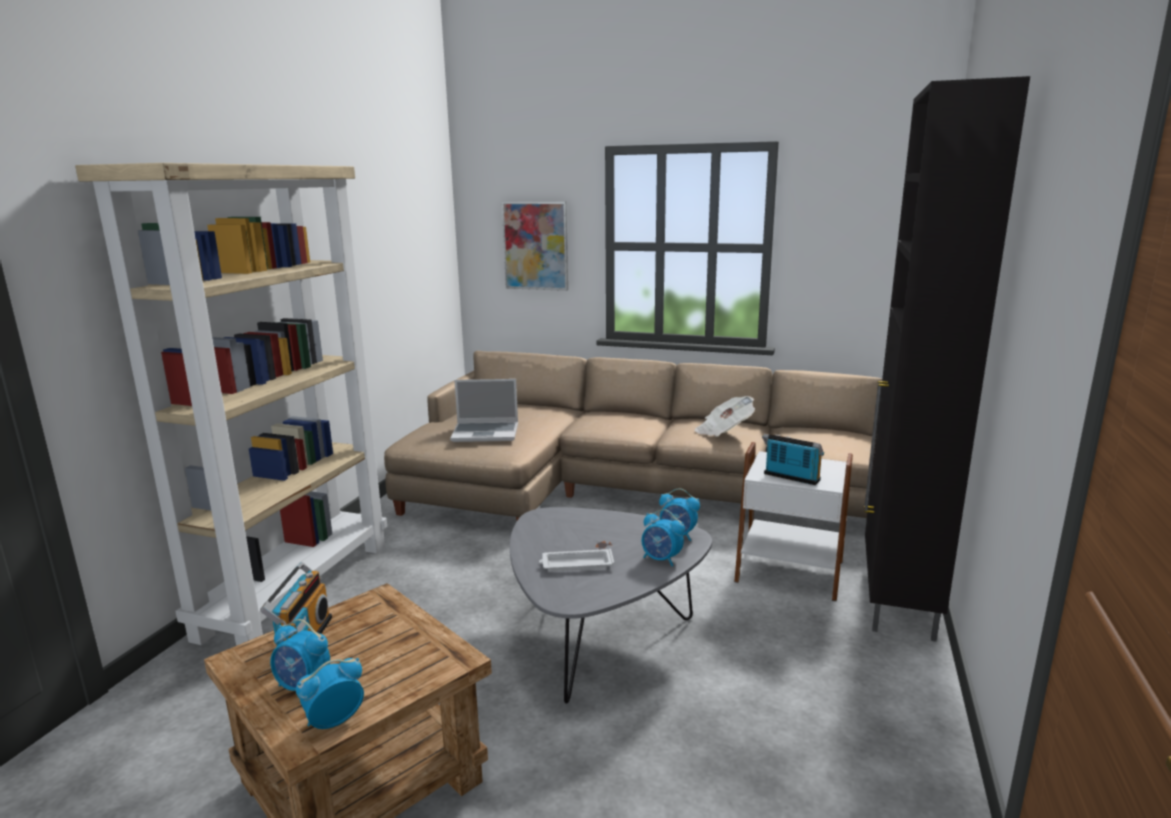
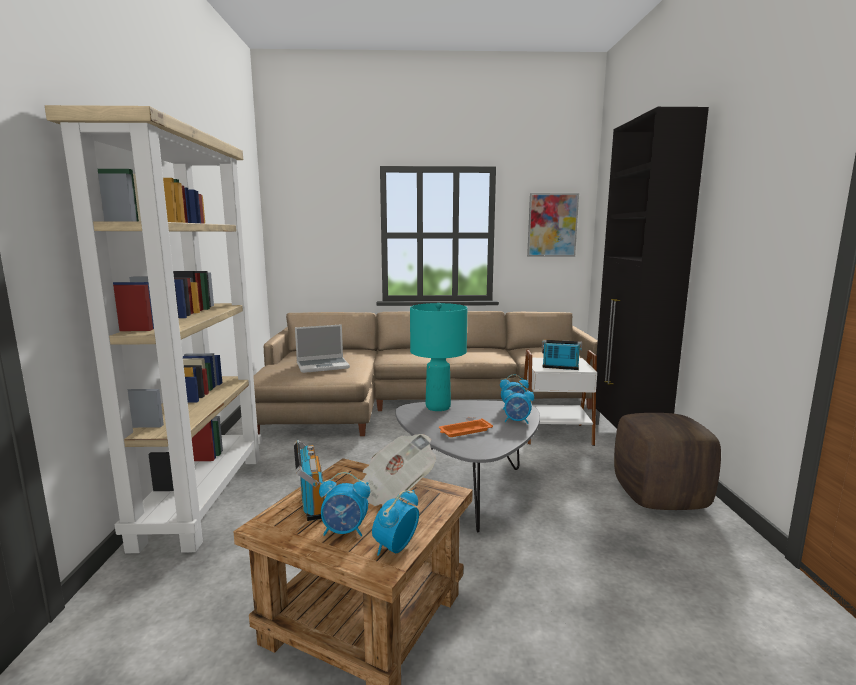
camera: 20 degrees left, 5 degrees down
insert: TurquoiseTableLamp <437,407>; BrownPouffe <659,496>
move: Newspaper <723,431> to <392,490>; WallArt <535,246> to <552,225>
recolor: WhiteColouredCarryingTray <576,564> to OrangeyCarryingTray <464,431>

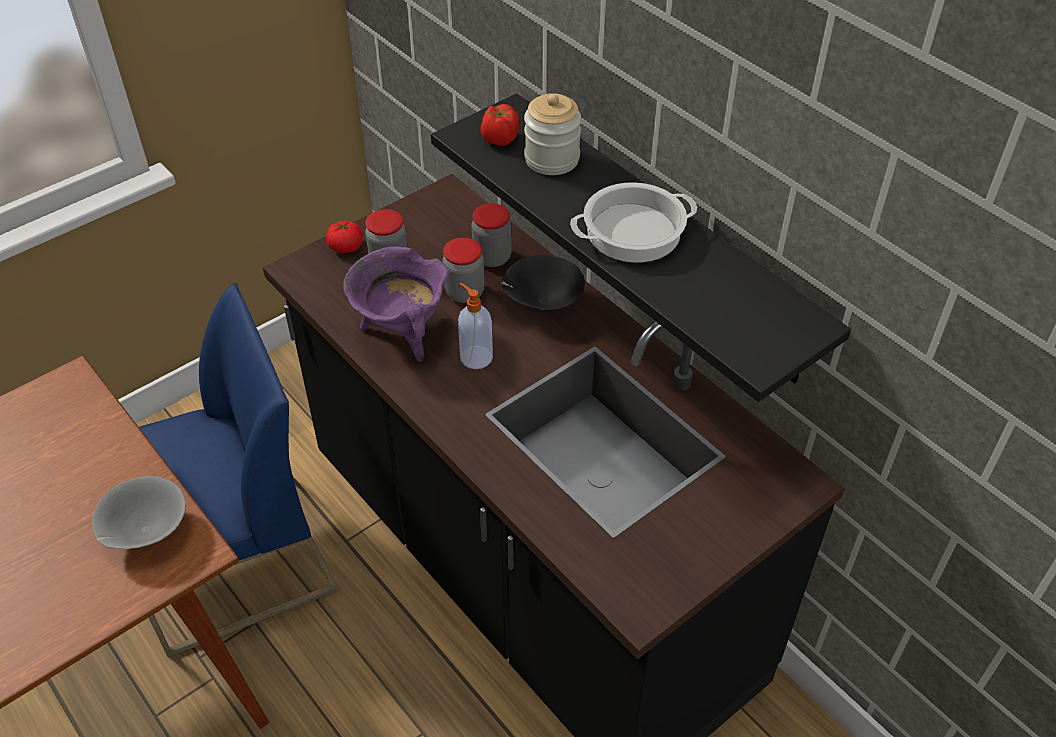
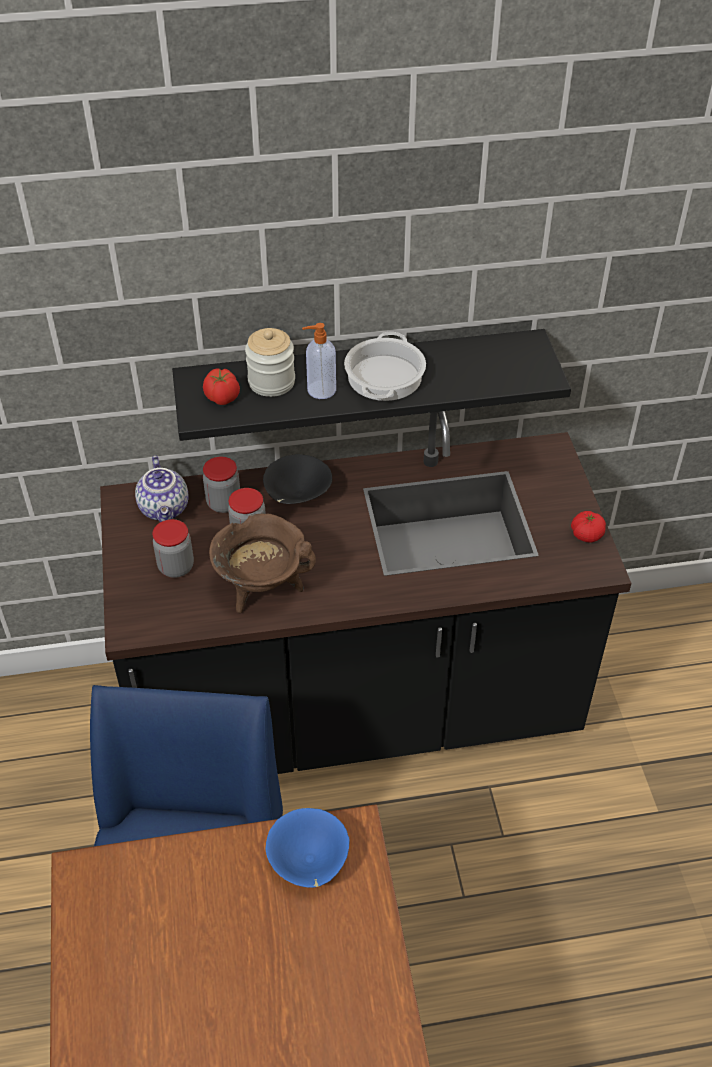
camera: 60 degrees left, 0 degrees up
insert: PotForTea <165,509>
move: LiquidSoapBottle <475,357> to <320,390>; FreshTomato <346,247> to <586,535>
recolor: PurpleStockpot <402,333> to BrownStockpot <262,589>; GreyDeepDish <145,532> to BlueColouredDeepDish <308,862>

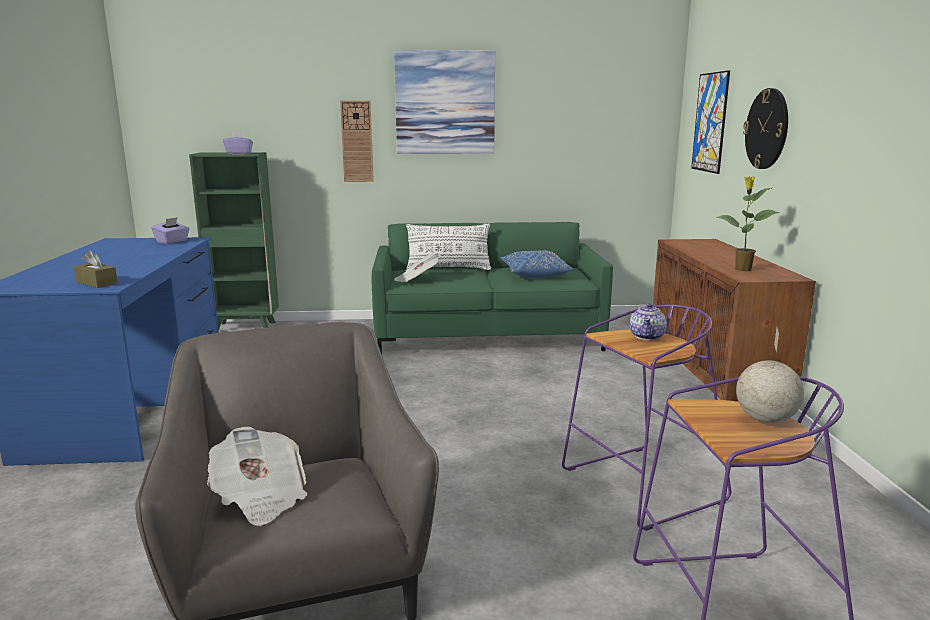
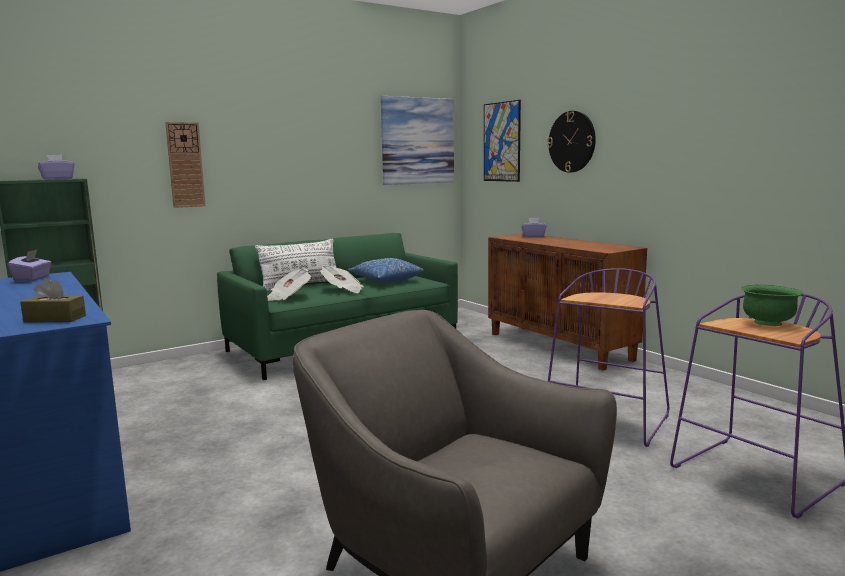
camera: 30 degrees left, 5 degrees down
delete: PotForTea <647,336>; Houseplant <742,269>
insert: PurpleBoxOfTissues <533,236>
move: Newspaper <260,497> to <343,290>; WallArt <445,103> to <417,141>
replace: WorldGlobe <764,420> to GreenishDeepDish <768,323>

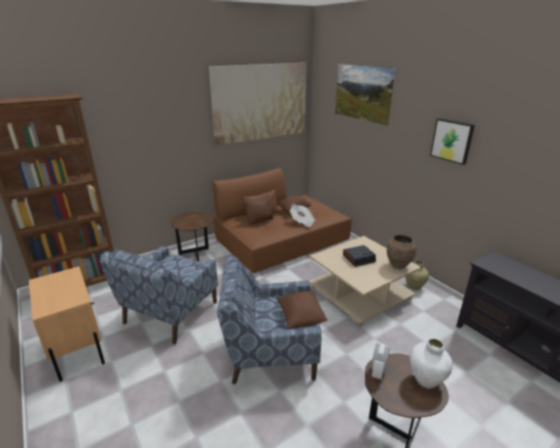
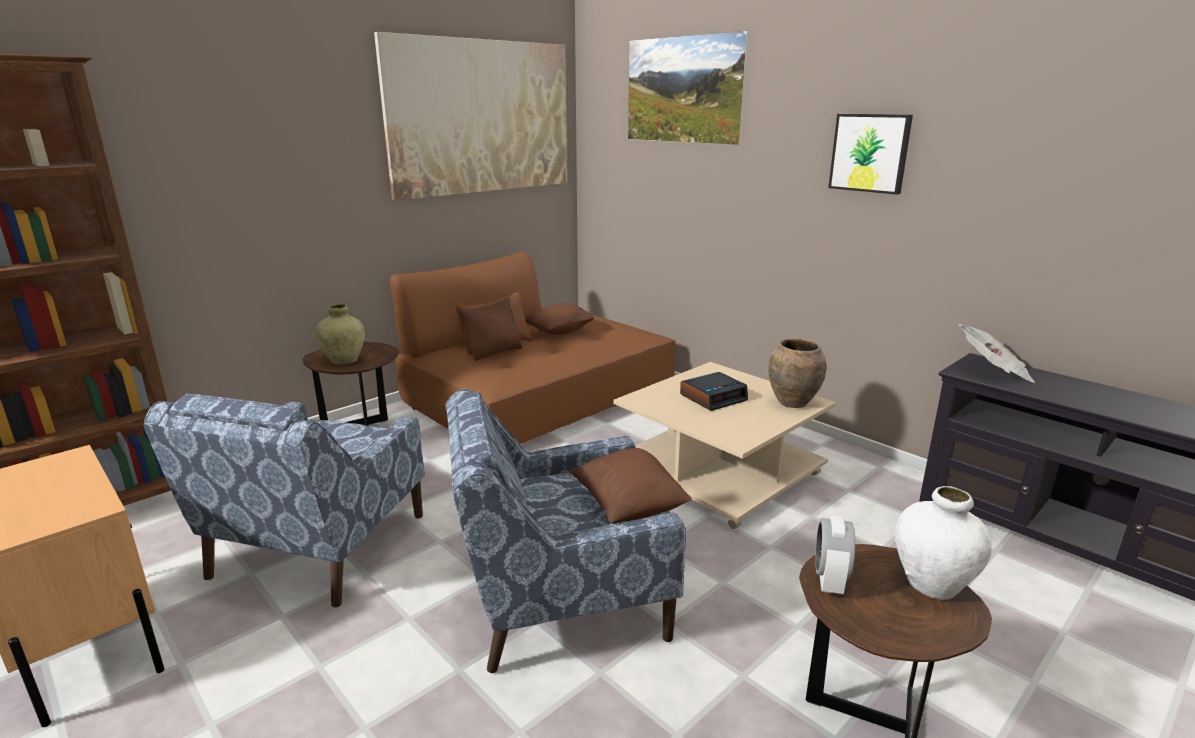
camera: 10 degrees left, 5 degrees down
move: BeigeFlowerVase <414,286> to <344,361>; Newspaper <302,222> to <993,372>

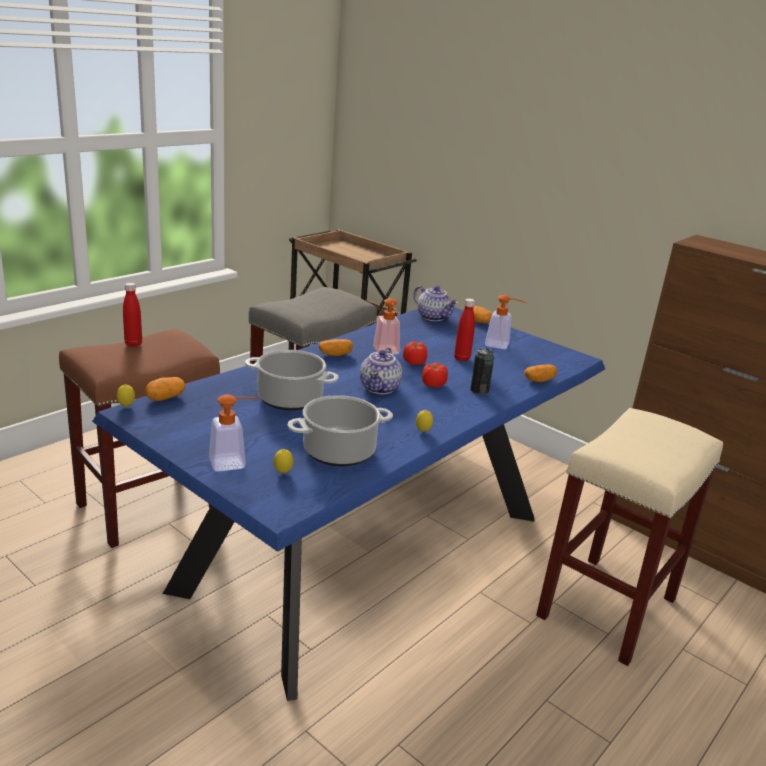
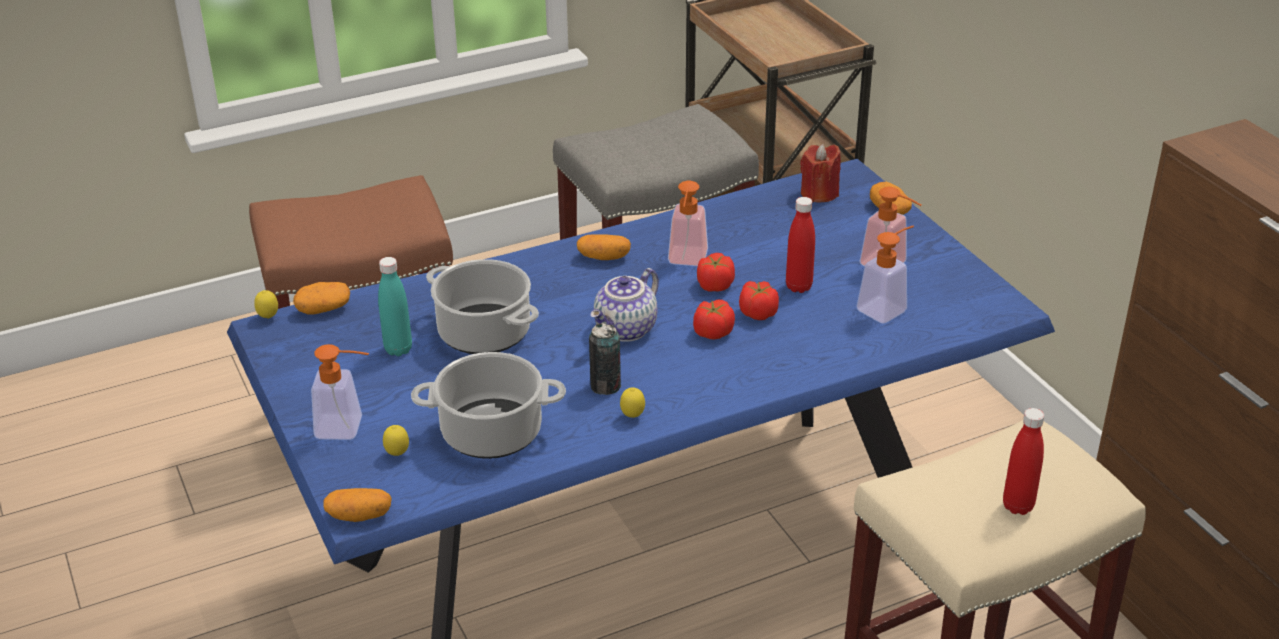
camera: 25 degrees right, 10 degrees up
insert: TurquoiseDrinkBottle <398,349>; FreshTomato <758,313>; LiquidSoapBottle <887,307>
move: WholePotato <539,380> to <359,516>; Can <479,390> to <605,386>; ReddishDrinkBottle <133,344> to <1018,506>
replace: PotForTea <434,317> to ReddishWaxLight <819,193>

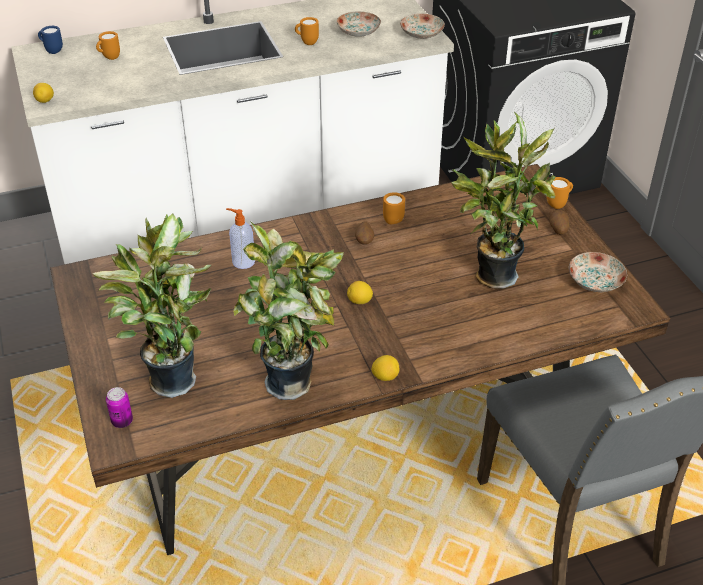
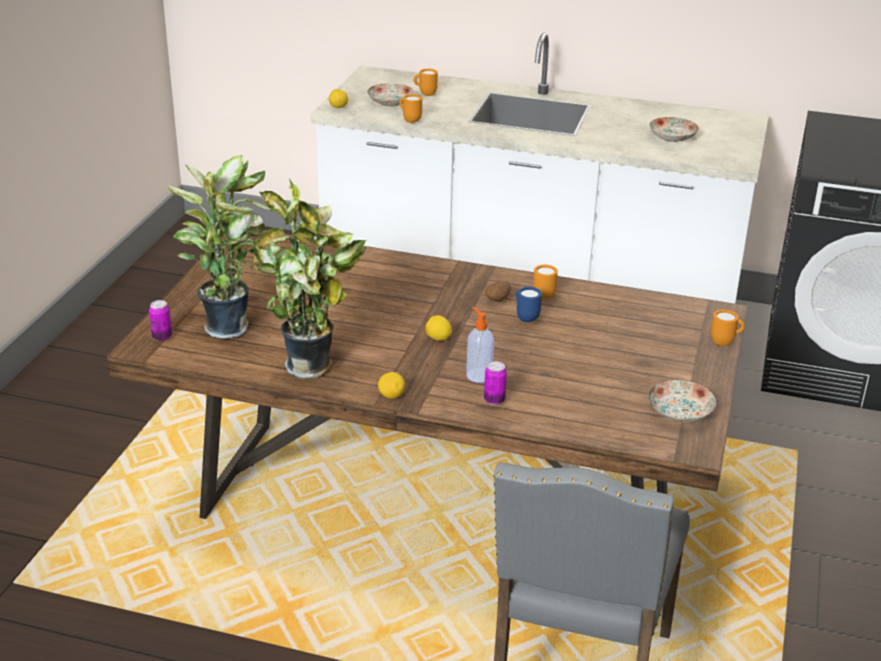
camera: 35 degrees right, 10 degrees down
delete: Houseplant <491,275>; WholePotato <558,230>
insert: Can <494,400>
move: DinnerPlate <421,34> to <390,102>; OrangeyMug <307,42> to <409,120>; LiquidSoapBottle <242,261> to <478,375>; BlueColouredMug <52,51> to <525,317>

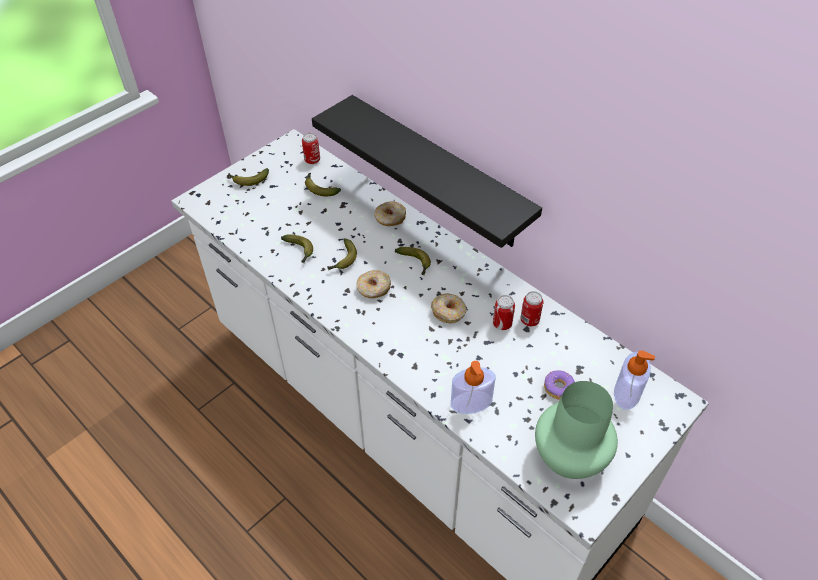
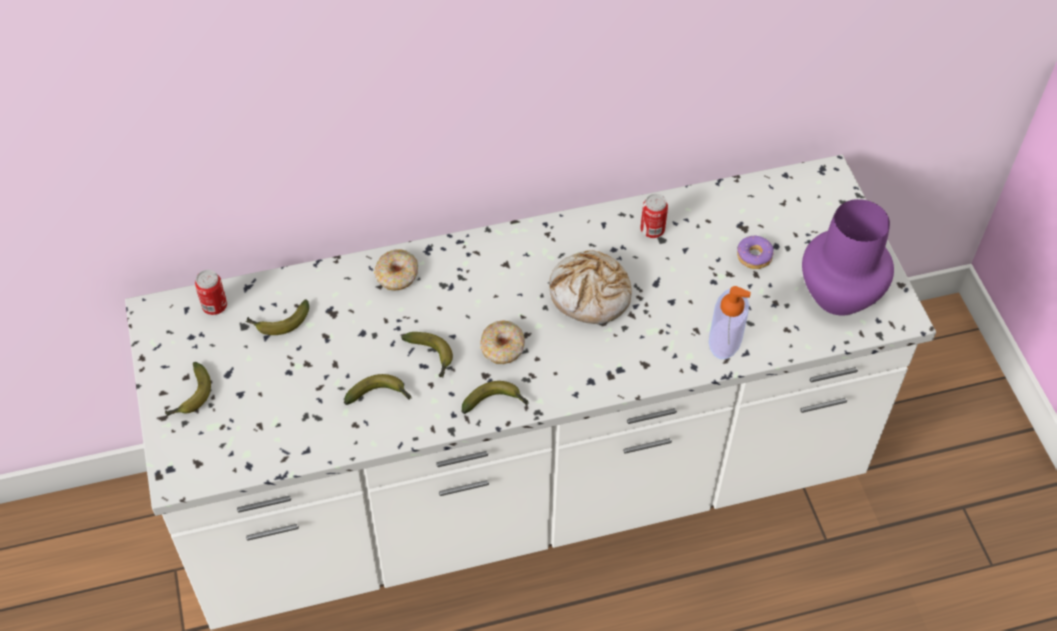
camera: 60 degrees left, 5 degrees up
delete: BlackishShelf <439,173>; Can <502,324>; LiquidSoapBottle <627,392>
move: WholeBanana <415,263> to <496,402>
replace: RingDoughnut <449,312> to BakedBread <590,295>
recolor: GreenishFlowerVase <568,458> to PurpleFlowerVase <838,296>

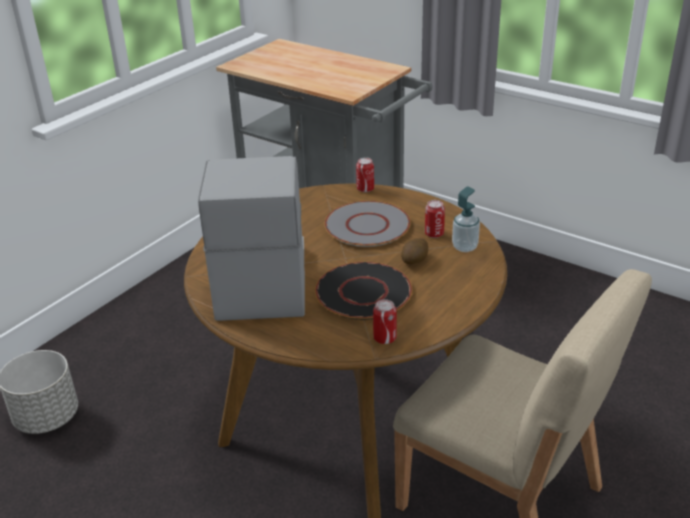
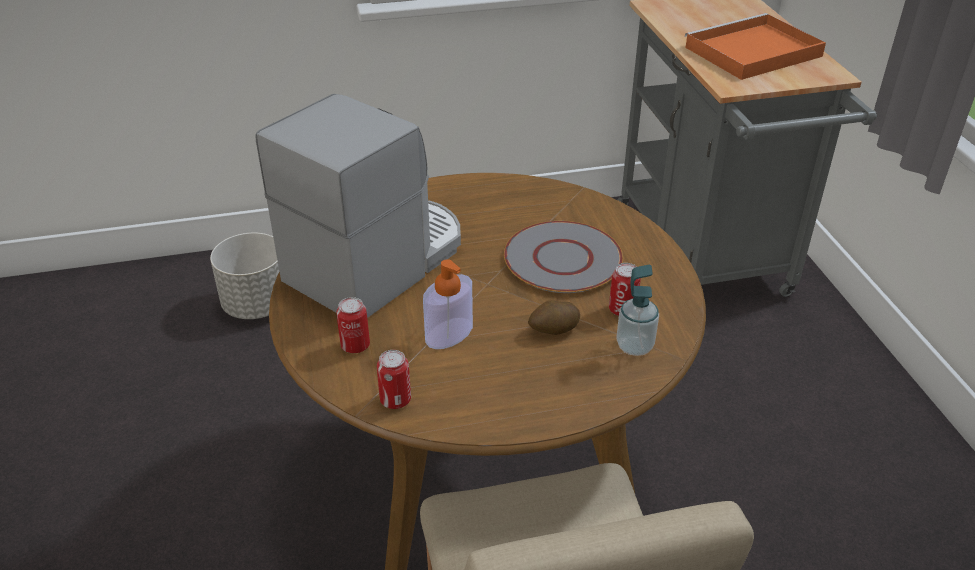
camera: 40 degrees right, 5 degrees up
insert: OrangeyCarryingTray <751,52>
move: Can <365,189> to <355,345>
replace: BlackishDinnerPlate <363,292> to LiquidSoapBottle <449,333>

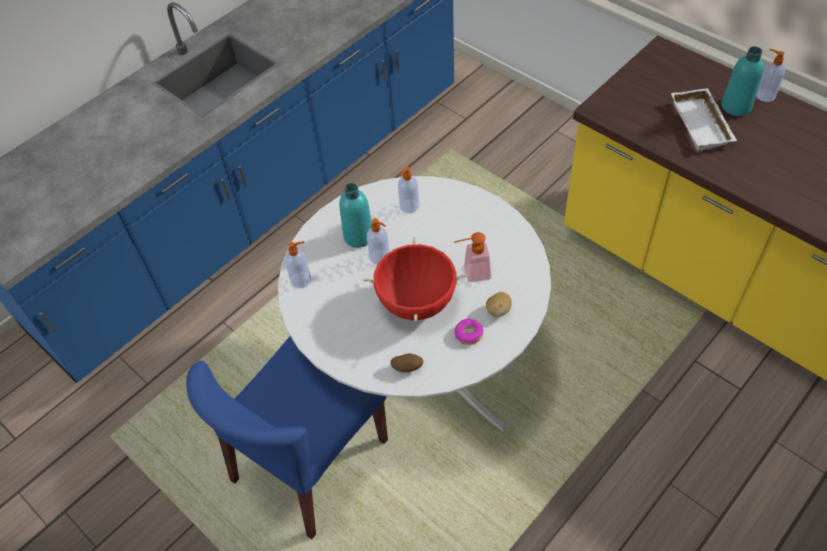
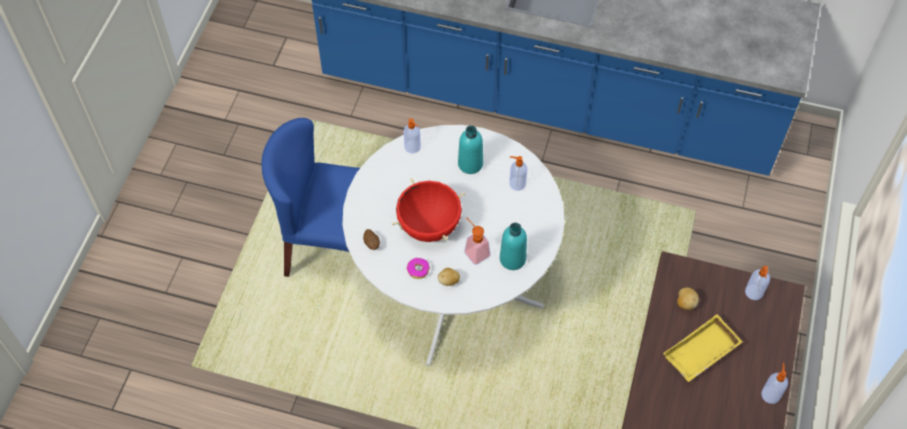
camera: 60 degrees right, 5 degrees up
insert: WholePotato <685,303>
move: TurquoiseDrinkBottle <736,106> to <512,259>; LiquidSoapBottle <380,257> to <754,293>
recolor: WhiteColouredCarryingTray <703,124> to YellowishCarryingTray <701,353>

